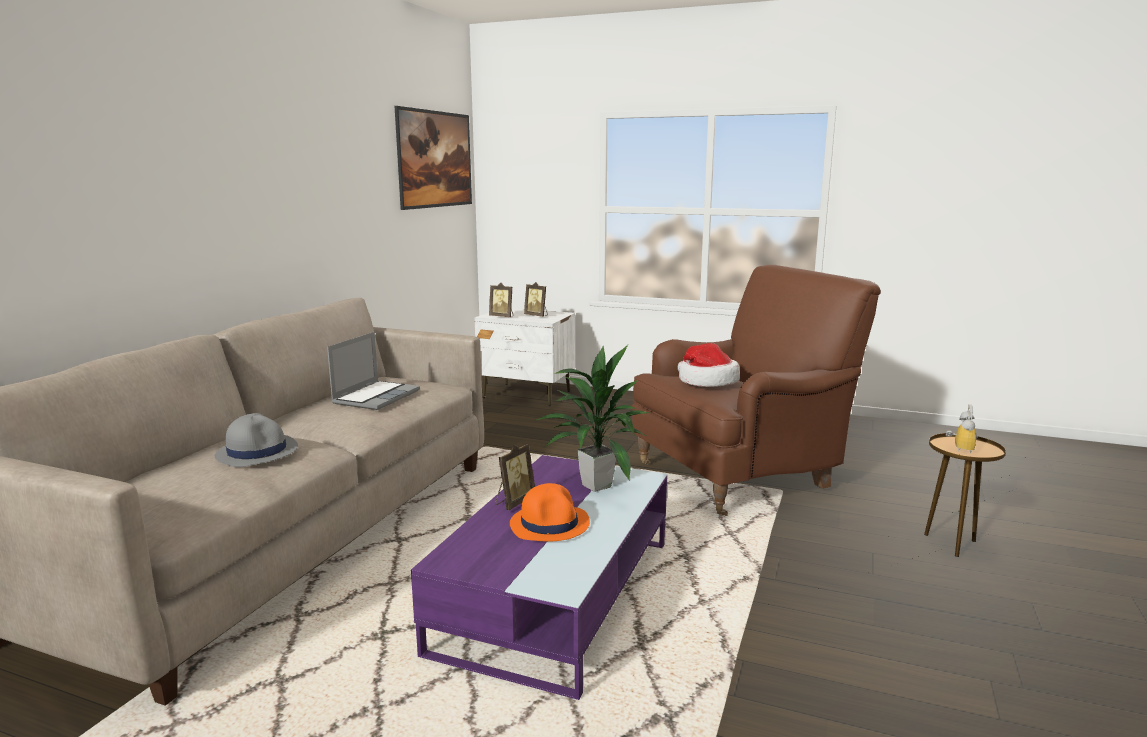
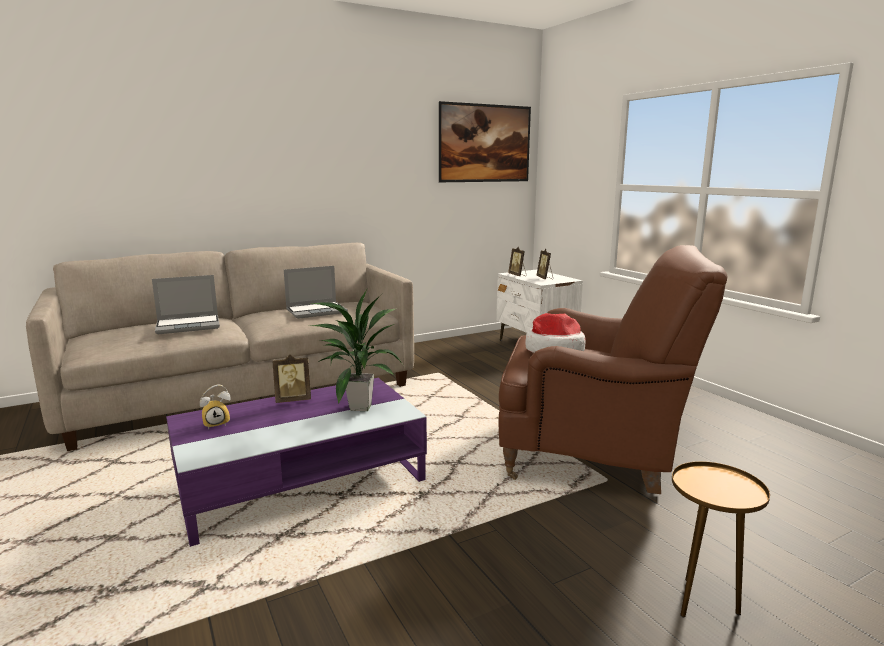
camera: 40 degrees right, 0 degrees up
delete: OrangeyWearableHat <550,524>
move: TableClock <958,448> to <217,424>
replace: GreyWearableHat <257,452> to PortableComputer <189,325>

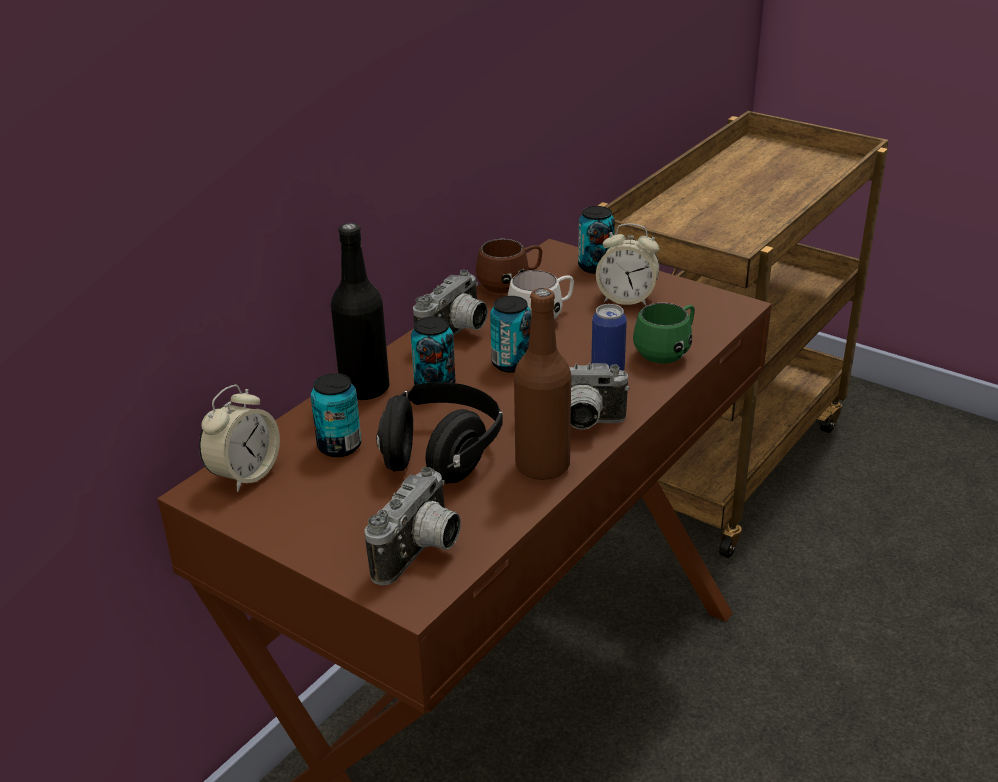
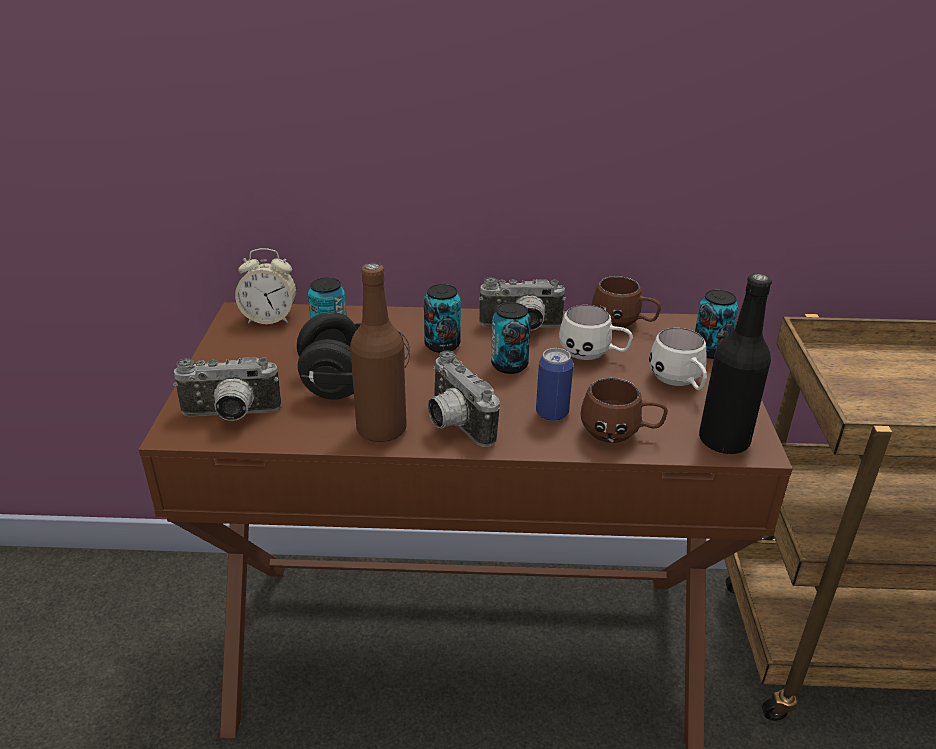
camera: 55 degrees right, 0 degrees up
move: BlackishDrinkBottle <365,389> to <724,441>
replace: TableClock <627,299> to WhiteColouredMug <679,384>
recolor: GreenishMug <668,352> to BrownMug <620,434>

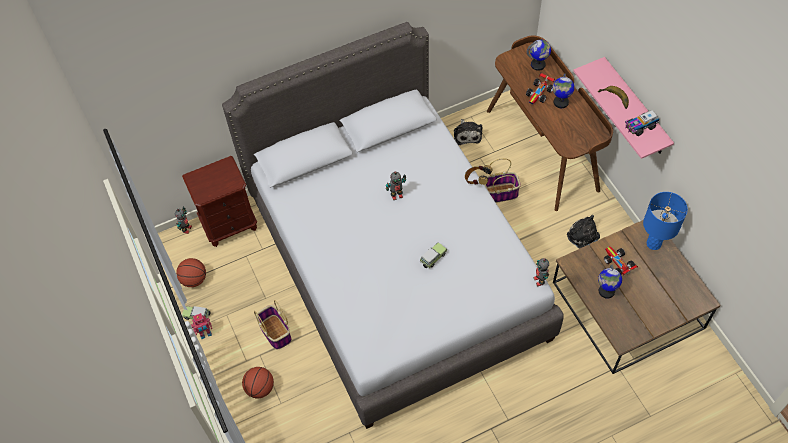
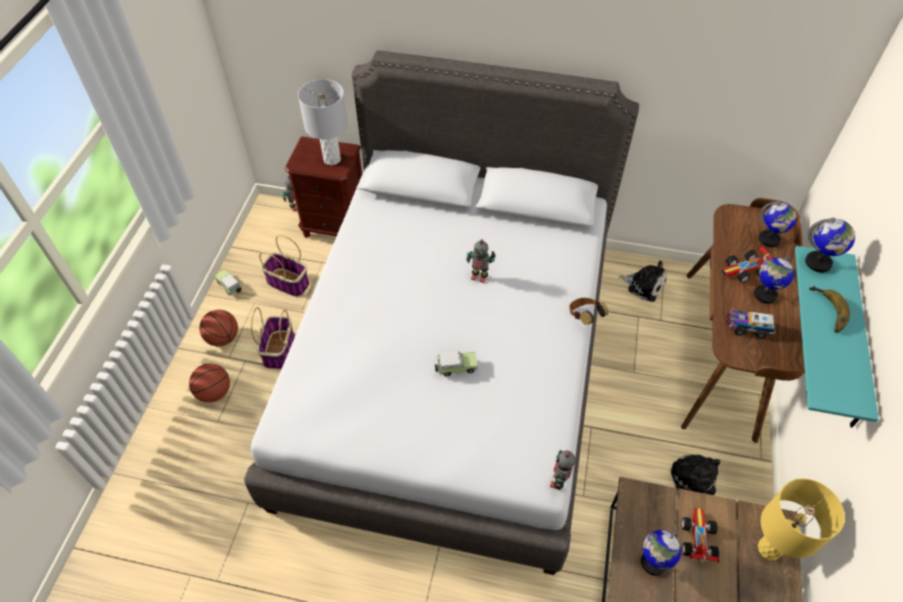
camera: 35 degrees right, 5 degrees down
delete: ModelRobot <205,334>
insert: GreyTableLamp <332,159>; WorldGlobe <818,263>
move: BallForBasketball <194,279> to <223,338>; Basket <500,193> to <289,283>; ToyLorry <640,126> to <747,327>
recolor: BlueColouredTableLamp <653,244> to YellowishTableLamp <769,549>; PinkishShelf <635,108> to TurquoiseShelf <854,345>
rotate: PlushToy <467,134> = <644,285> 90 degrees counterclockwise

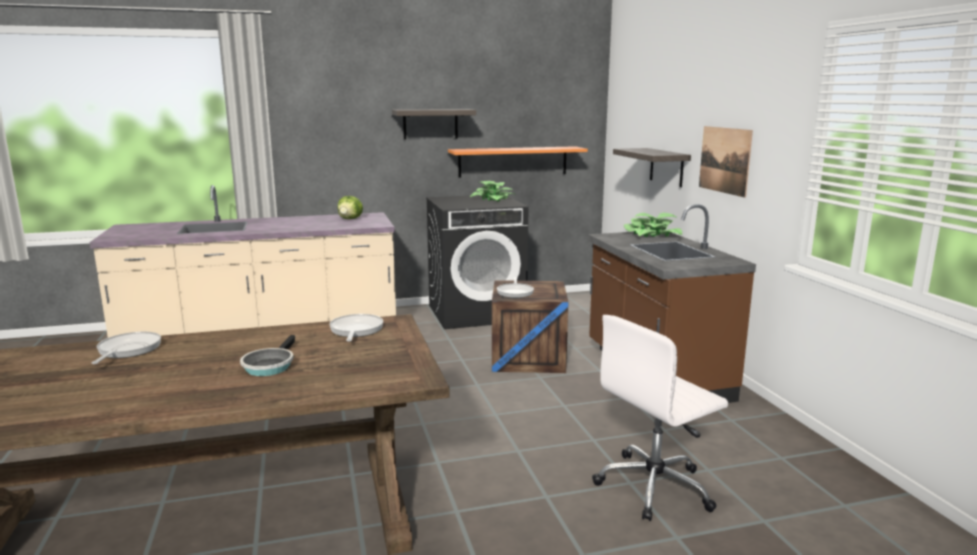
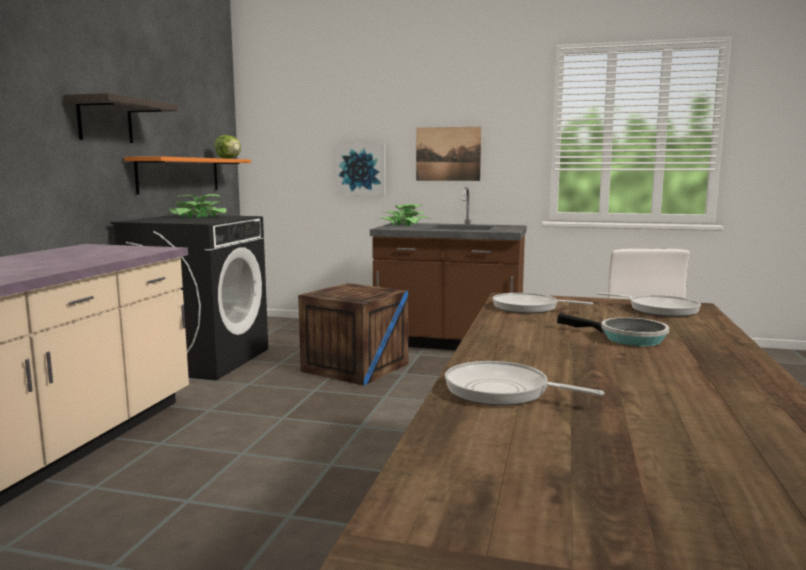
camera: 60 degrees left, 5 degrees down
move: Lettuce <350,219> to <229,158>; FryingPan <515,292> to <659,309>
replace: Shelf <666,167> to WallArt <361,169>

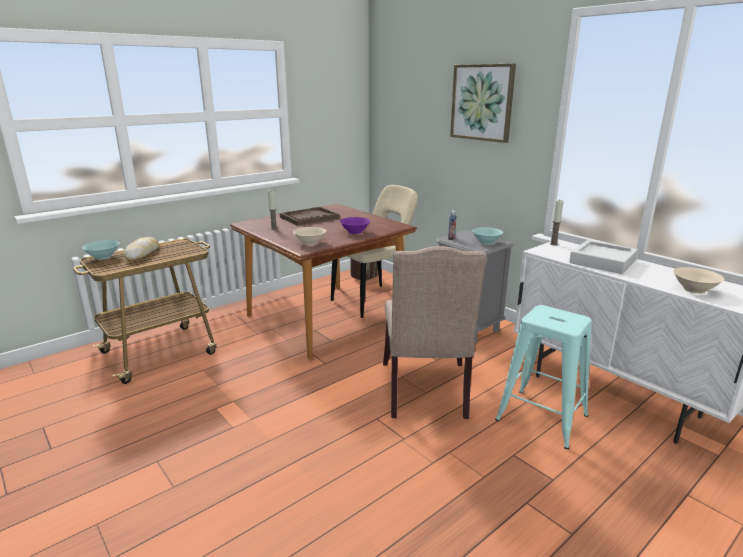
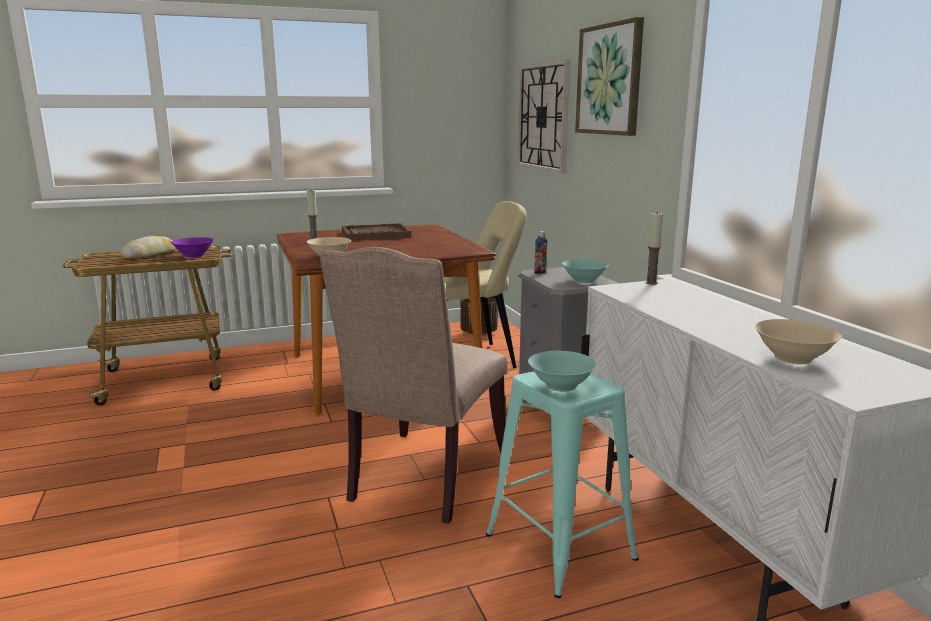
camera: 20 degrees right, 5 degrees down
delete: GreyCarryingTray <602,261>
insert: HangingClock <543,117>
move: PurpleDeepDish <354,232> to <193,255>; TurquoiseDeepDish <103,257> to <560,386>

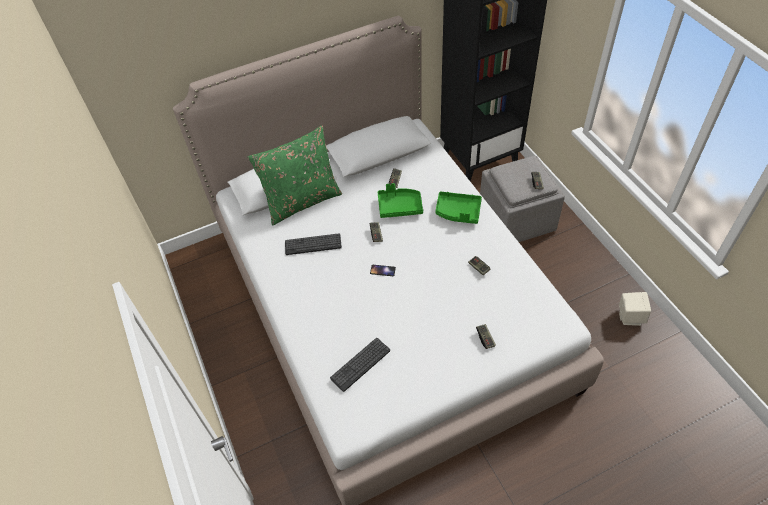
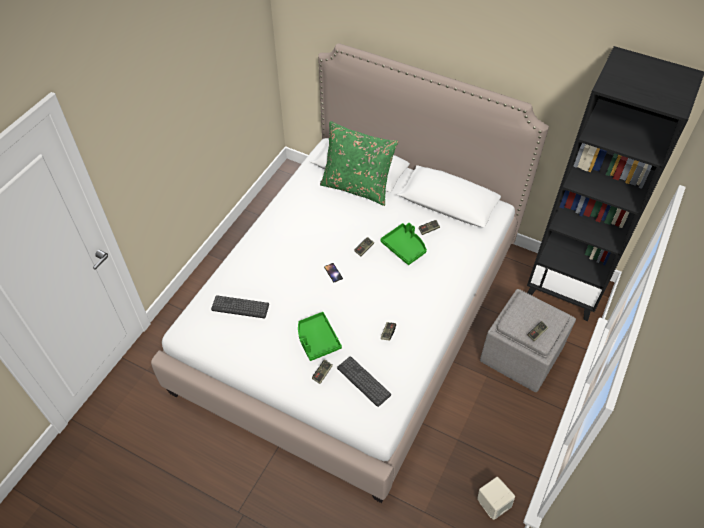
camera: 50 degrees right, 0 degrees up
move: GreenishCarryingTray <458,212> to <317,340>; PcKeyboard <313,244> to <363,381>

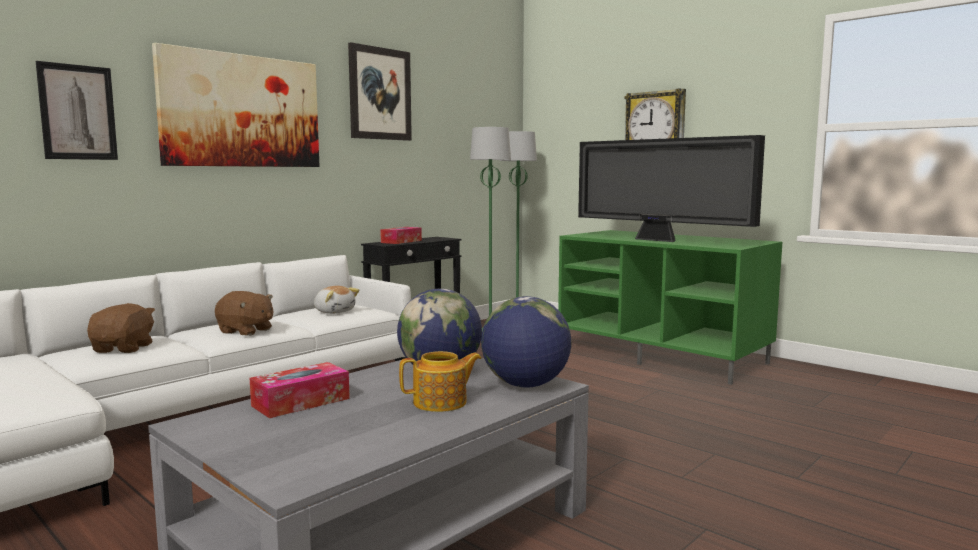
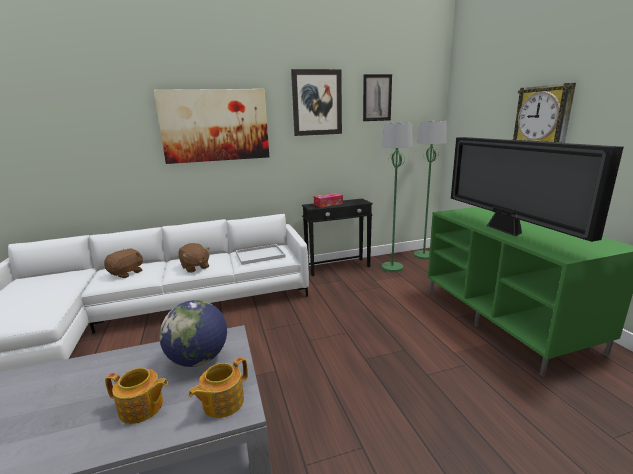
camera: 30 degrees right, 10 degrees up
delete: BoxOfTissues <301,402>
move: WallArt <78,112> to <377,98>
replace: WorldGlobe <525,385> to PotForTea <222,402>; PlushToy <334,311> to WhiteColouredCarryingTray <261,255>

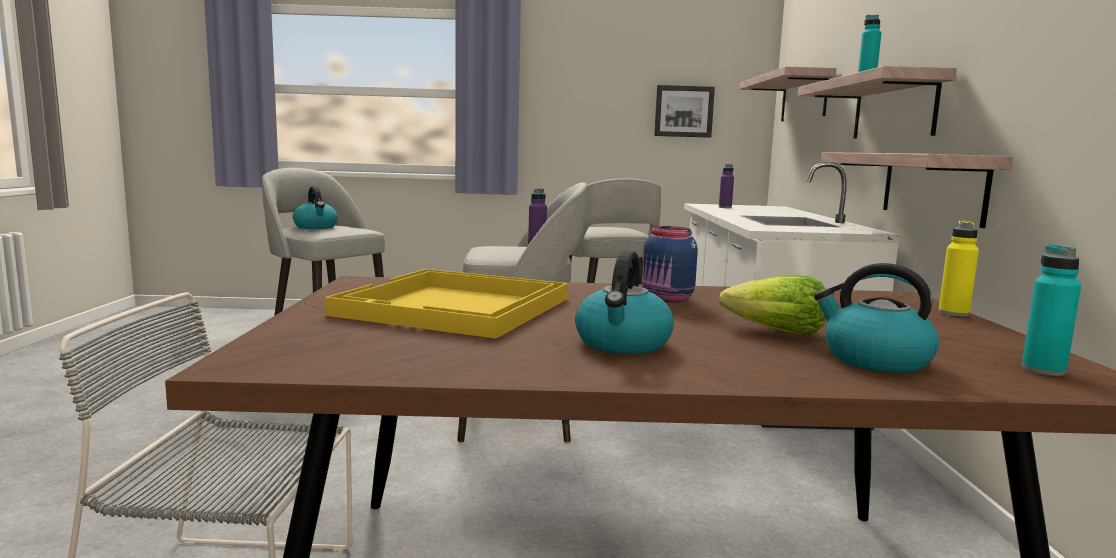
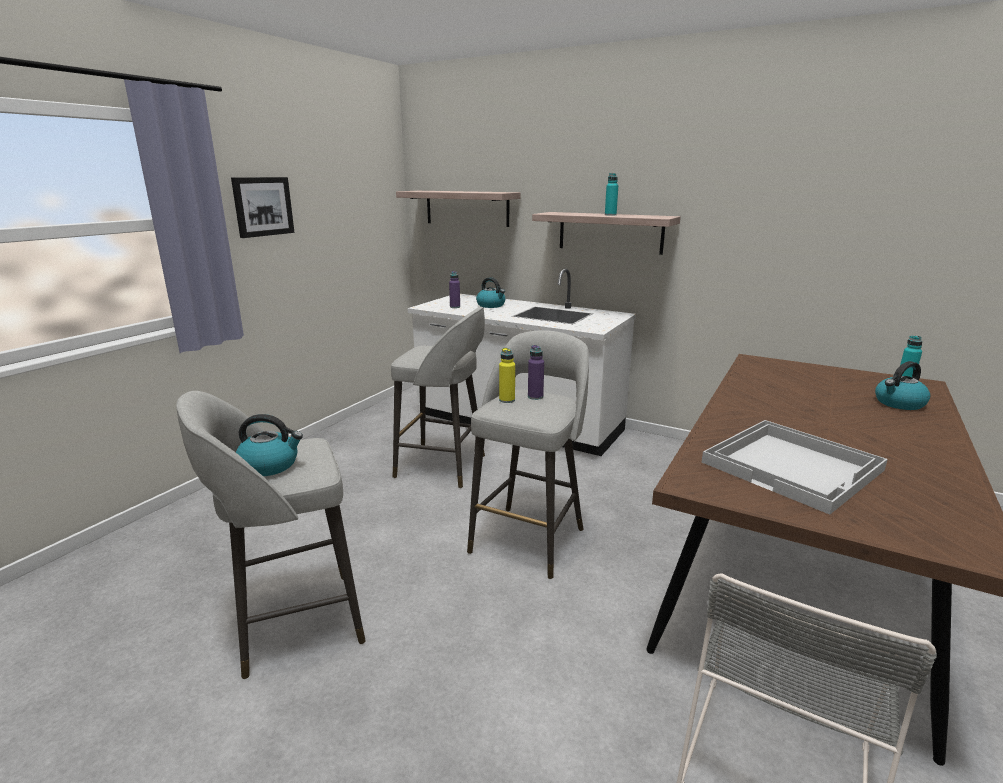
camera: 60 degrees left, 10 degrees up
delete: BlueColouredJar <667,299>; Lettuce <775,332>; Shelf <932,186>
move: WallArt <683,111> to <263,206>; WaterKettle <623,344> to <491,305>; YellowishDrinkBottle <953,313> to <507,400>
recolor: YellowishCarryingTray <456,307> to WhiteColouredCarryingTray <793,466>

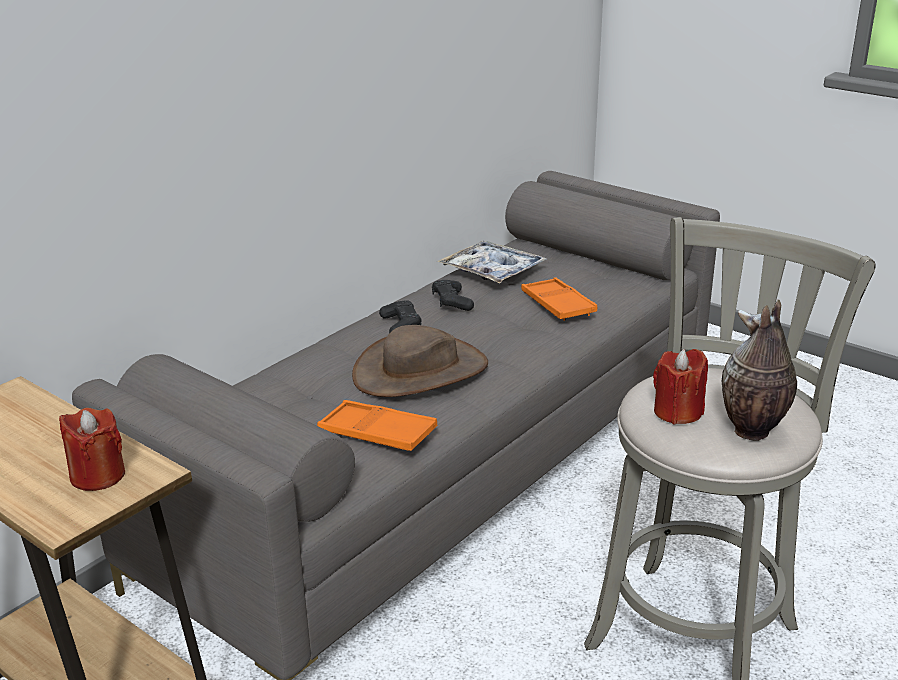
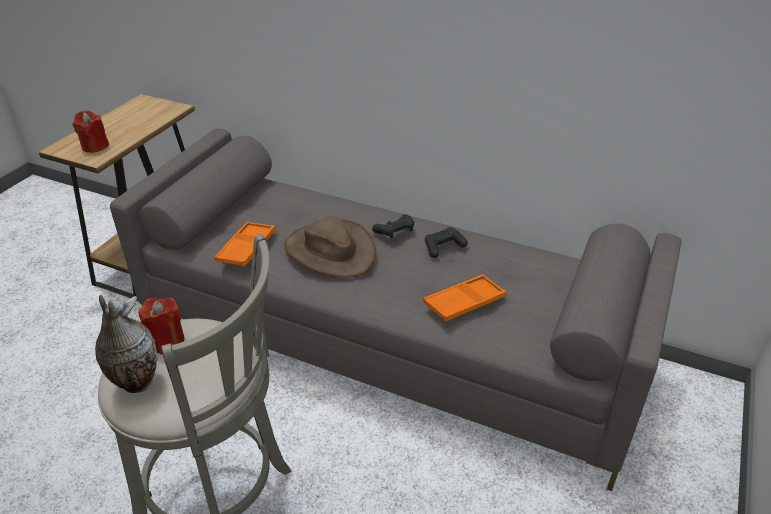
camera: 75 degrees right, 10 degrees up
delete: CarryingTray <492,271>

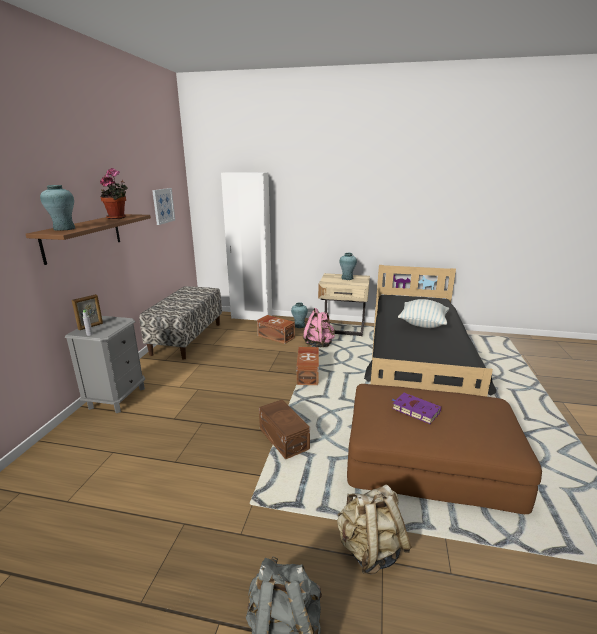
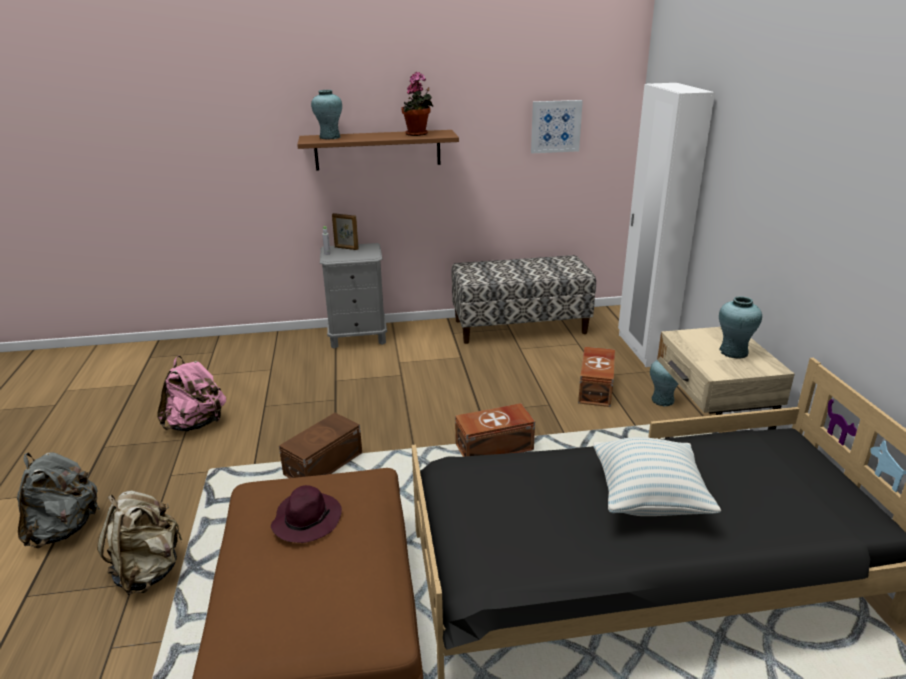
camera: 70 degrees right, 5 degrees up
move: PinkishBackpack <319,344> to <196,424>
replace: PurpleVolume <414,410> to PurpleWearableHat <307,520>

